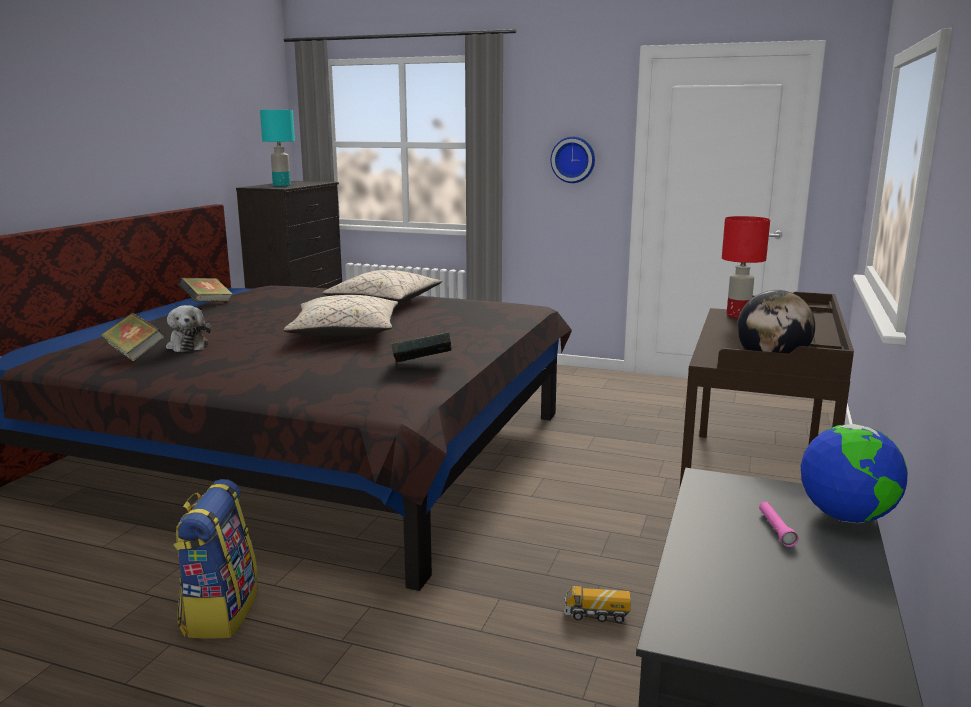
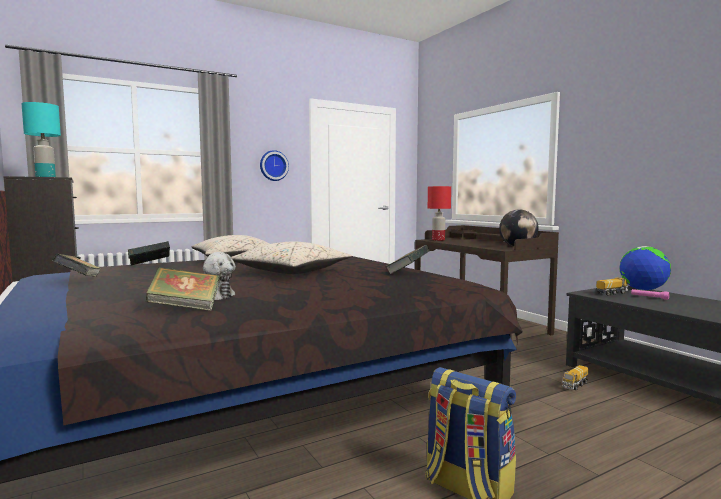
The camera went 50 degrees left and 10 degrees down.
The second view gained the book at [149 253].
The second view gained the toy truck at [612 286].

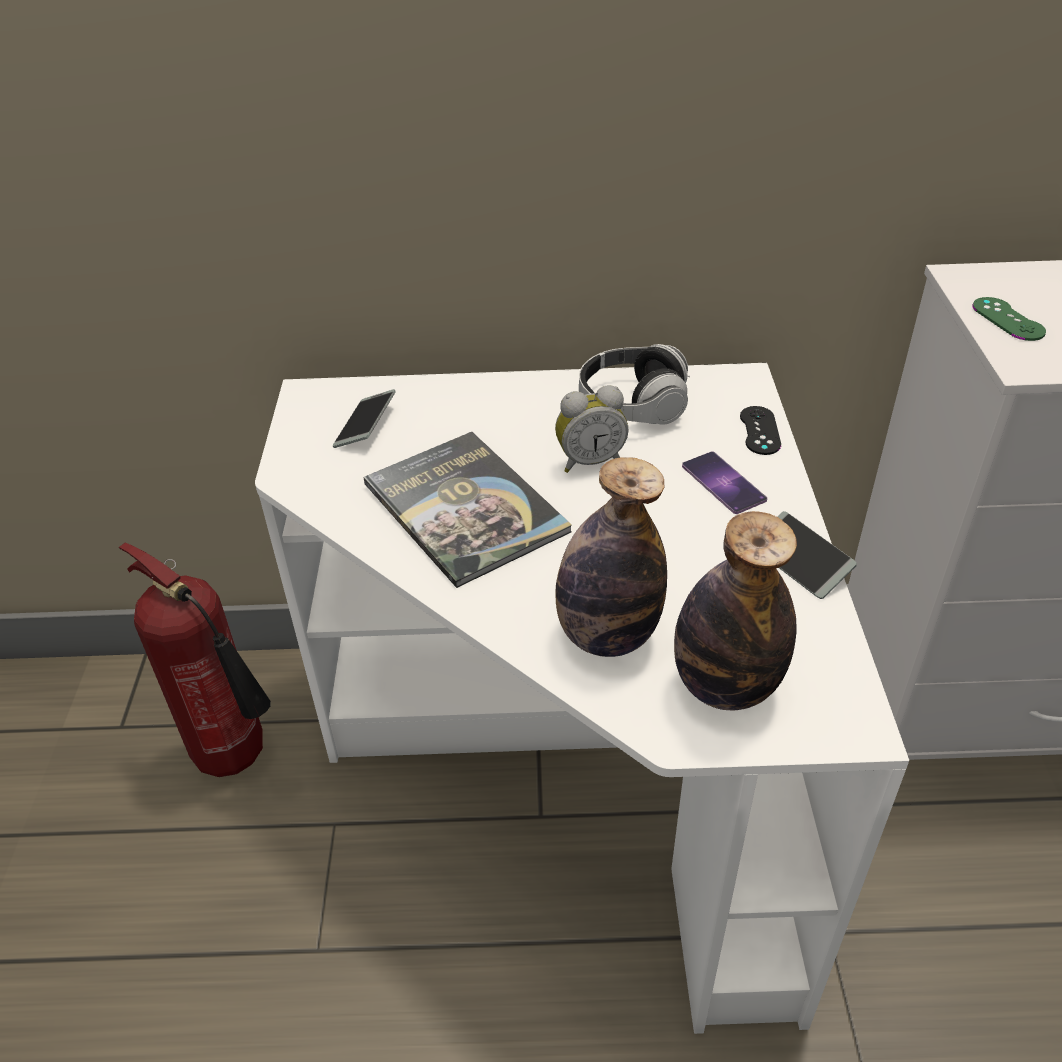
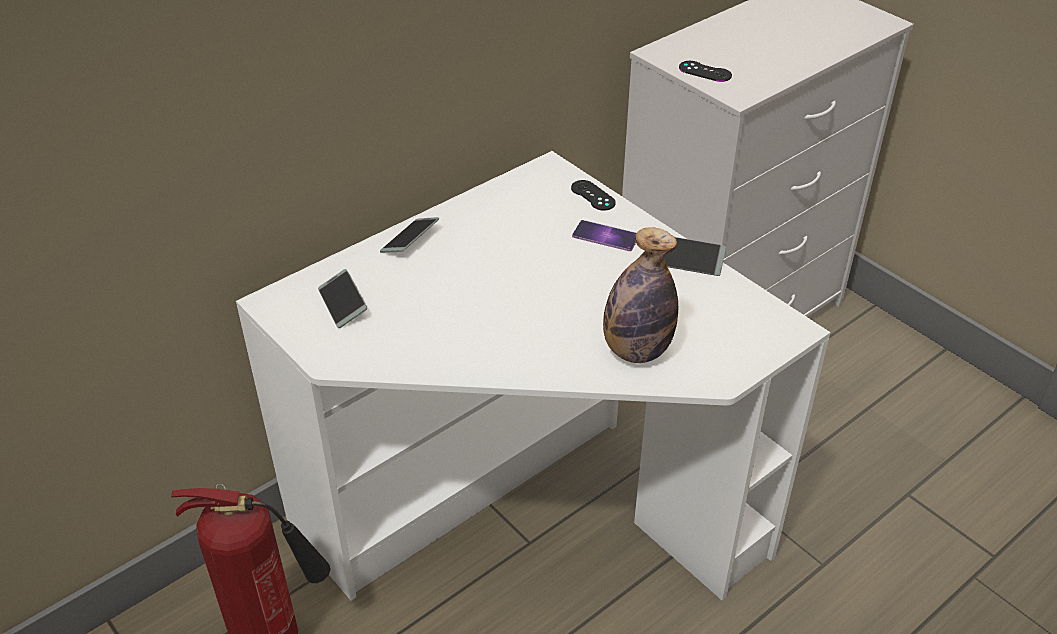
The camera went 40 degrees left and 0 degrees up.
What was the game controller in green at [1009 319] turned into the game controller in black at [705 71].
The second view lost the headphones at [634 384].
The second view lost the alarm clock at [591 429].
The second view lost the book at [467 510].
The second view lost the bottle at [735 610].
The second view gained the phone at [409 235].

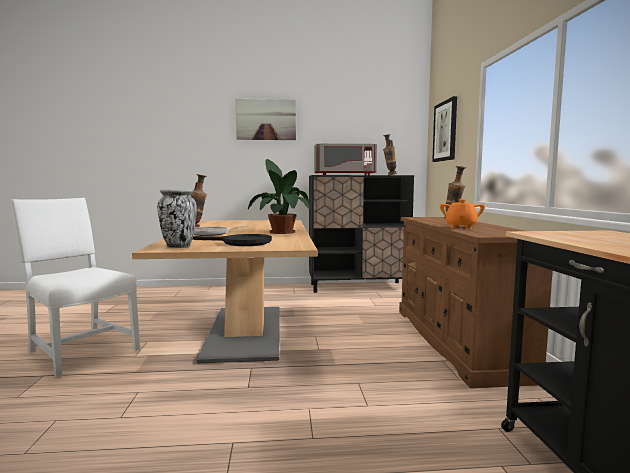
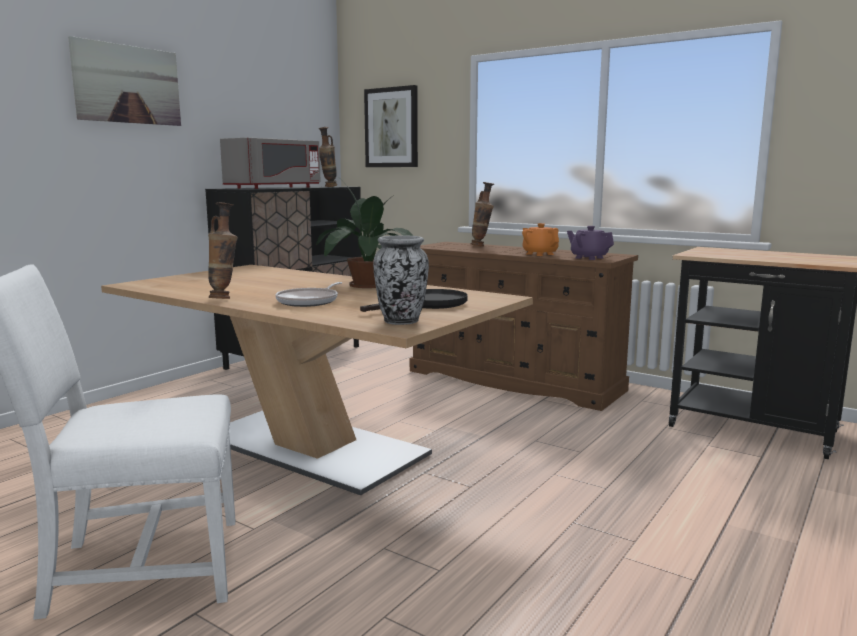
The camera went 50 degrees left and 5 degrees up.
The second view gained the teapot in purple at [590 243].

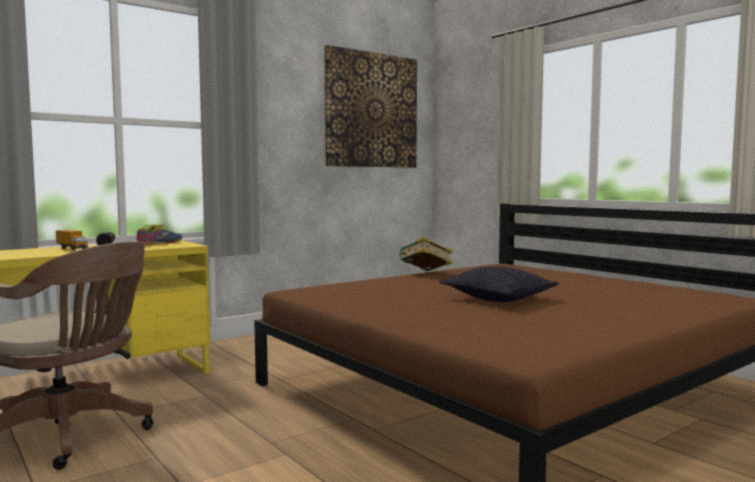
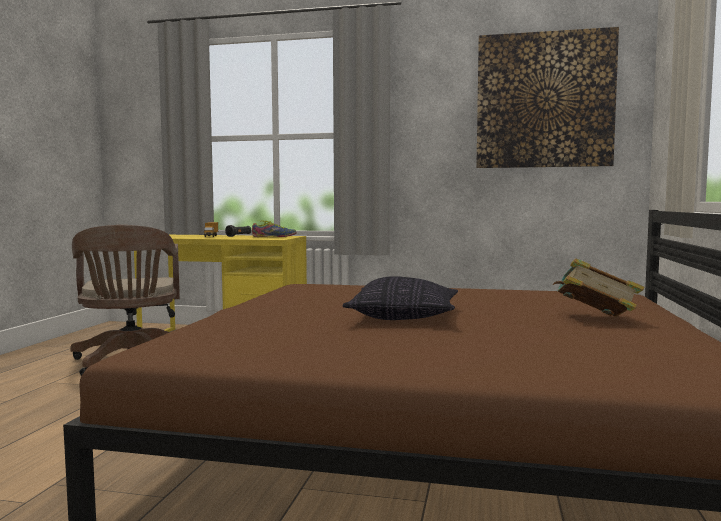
The camera went 50 degrees right and 0 degrees up.
The book ended up elsewhere, having gone from [426 254] to [598 287].

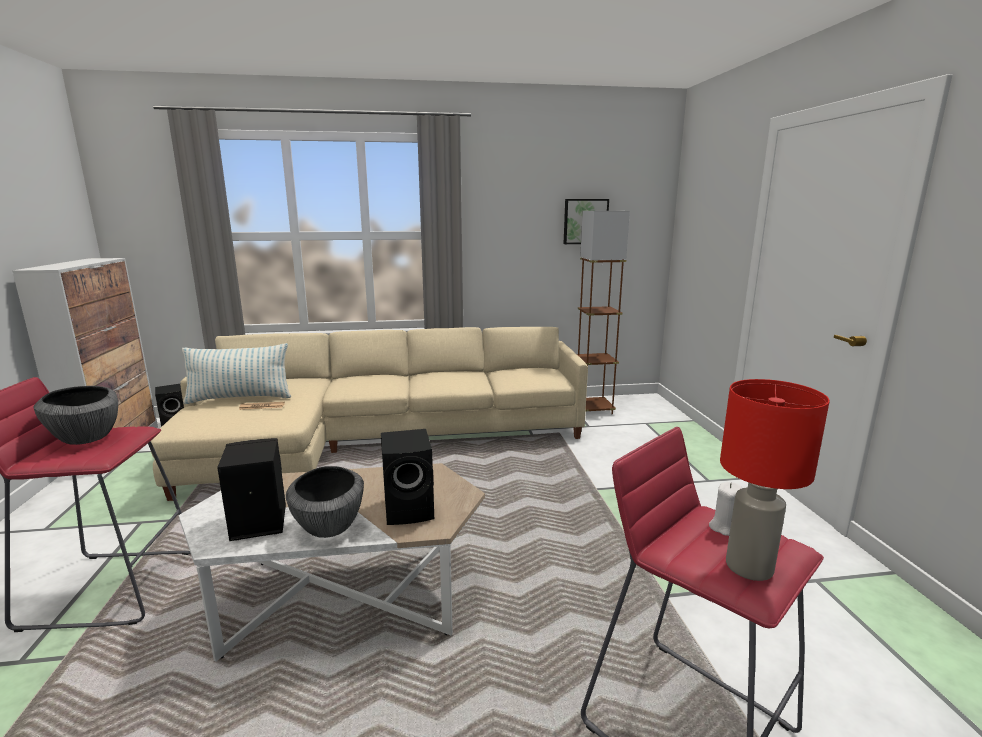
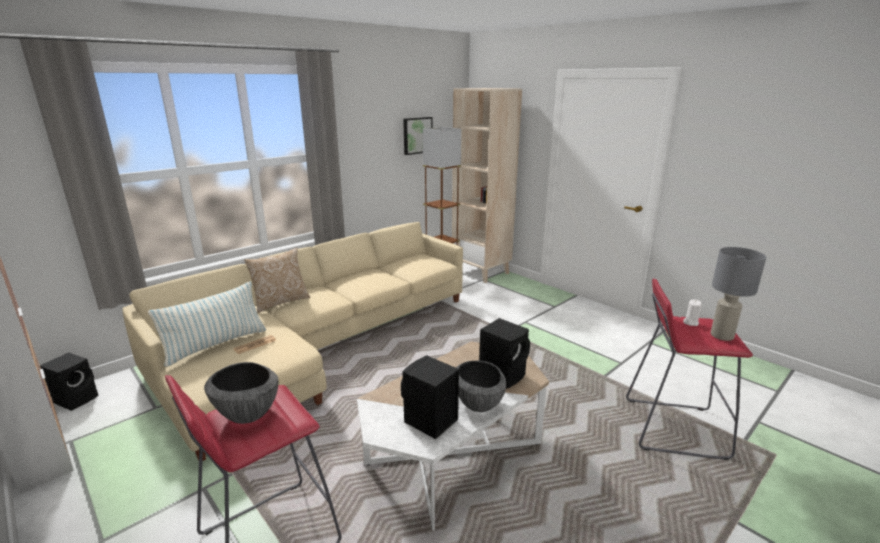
The camera went 35 degrees left and 5 degrees up.
What was the table lamp in red at [775 480] turned into the table lamp in grey at [738 294].
The second view gained the bookcase in beige at [487 185].
The second view gained the pillow at [277 280].

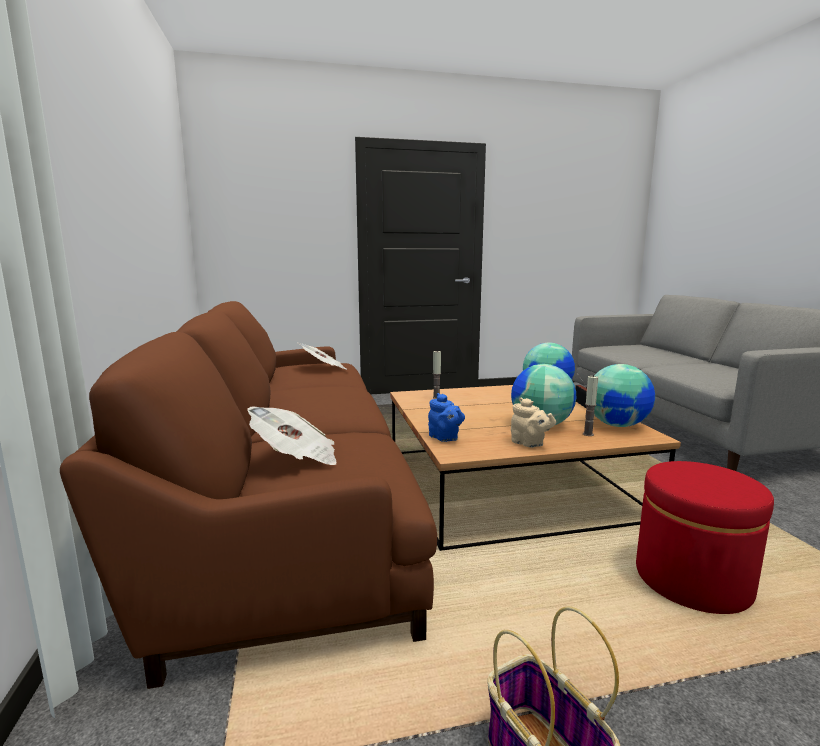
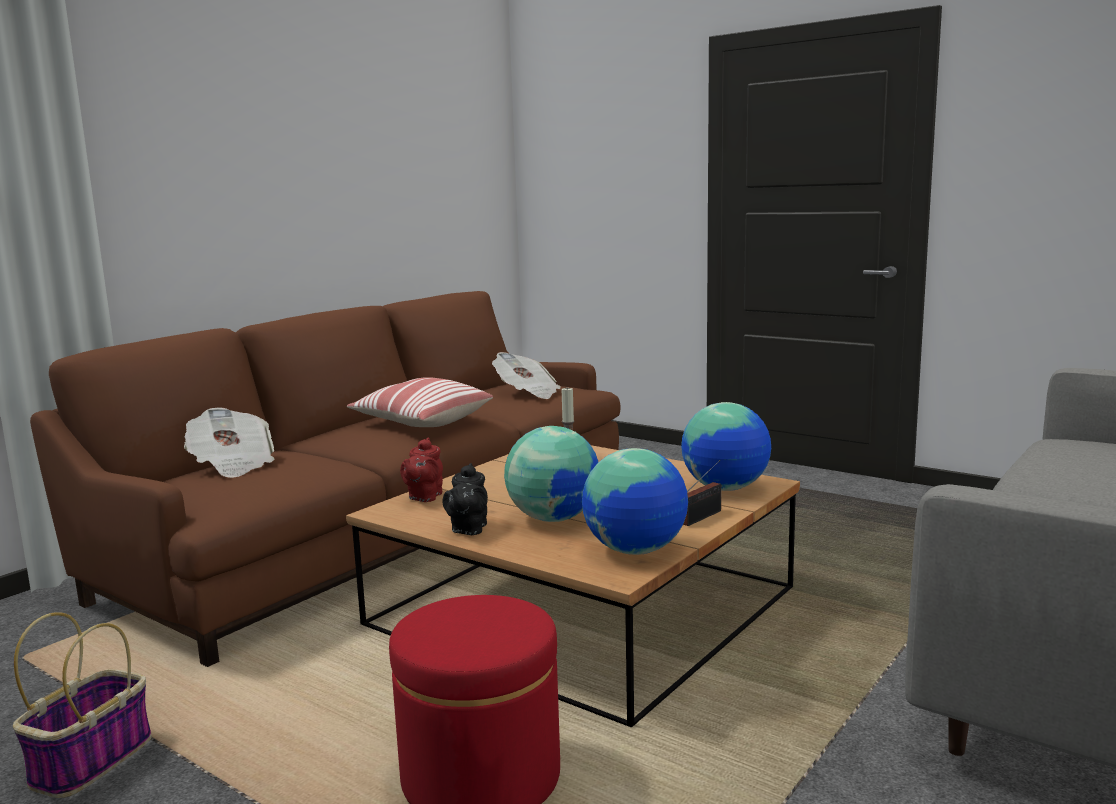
The camera went 50 degrees right and 0 degrees up.
The second view lost the candle at [590 405].
What was the teapot in blue at [446 417] turned into the teapot in red at [421 470].
What was the teapot in beige at [533 423] turned into the teapot in black at [465 499].
The second view gained the pillow at [420 402].

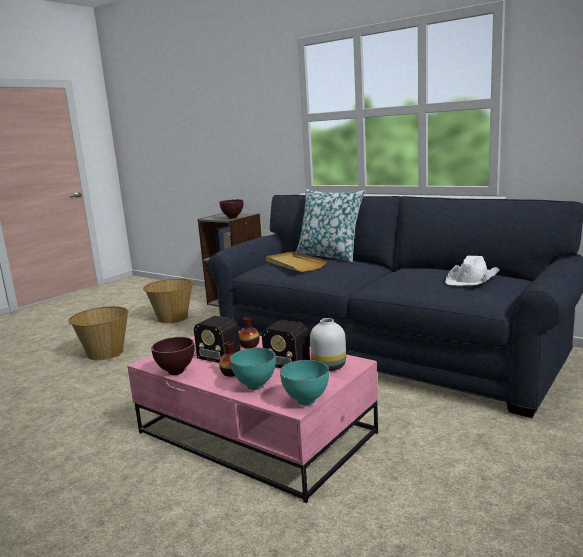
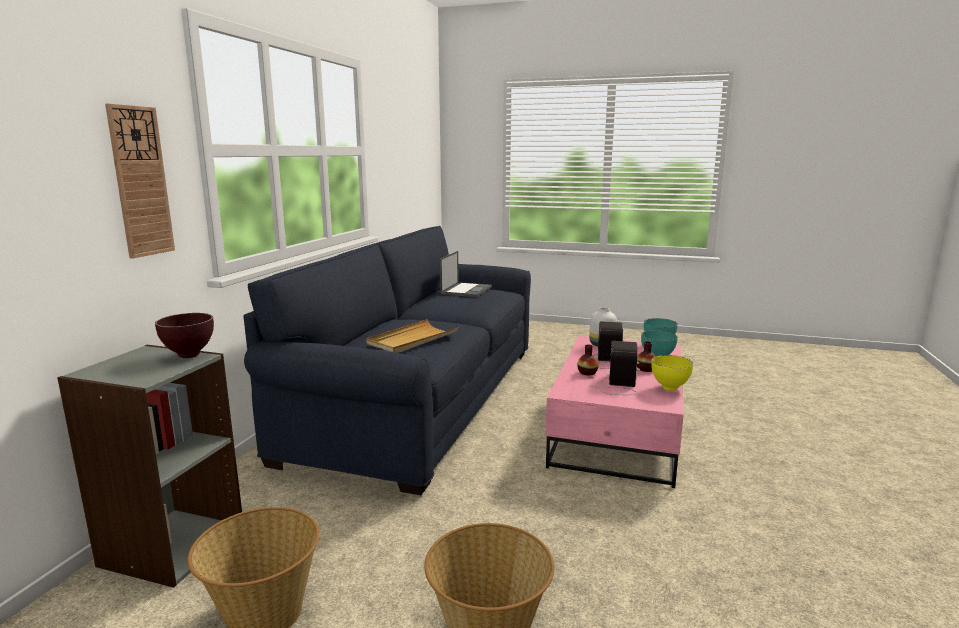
The camera went 110 degrees left and 0 degrees up.
The second view lost the pillow at [330 226].
Where the hat in white stood at [472 271], the laptop came to stand at [466 274].
What was the bowl in brown at [172 356] turned into the bowl in yellow at [672 373].
The second view gained the wall clock at [140 181].

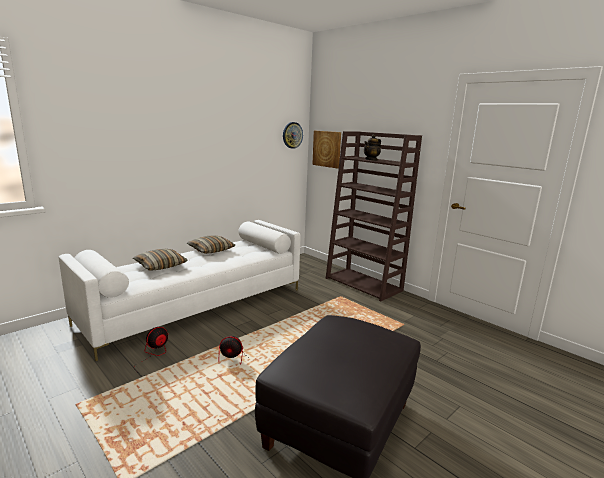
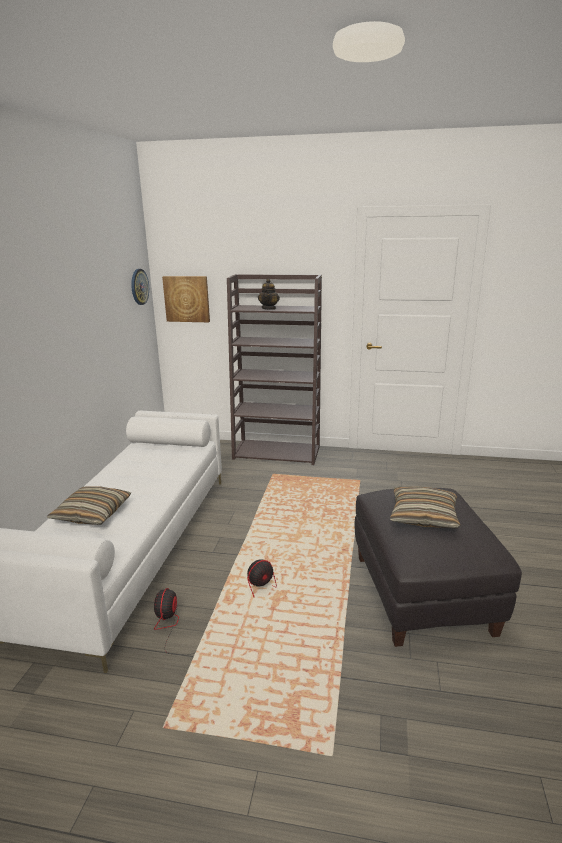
The camera went 35 degrees left and 5 degrees up.
The pillow ended up elsewhere, having gone from [211 244] to [425 507].

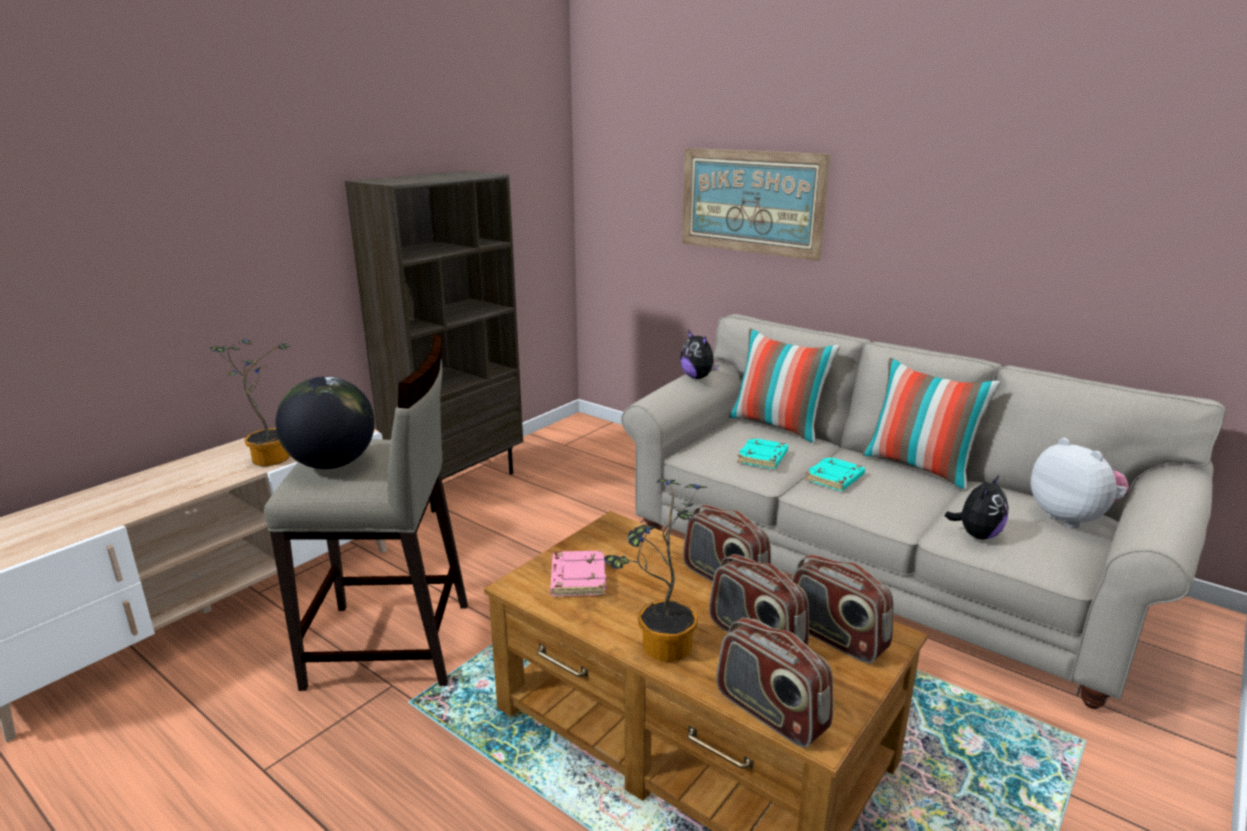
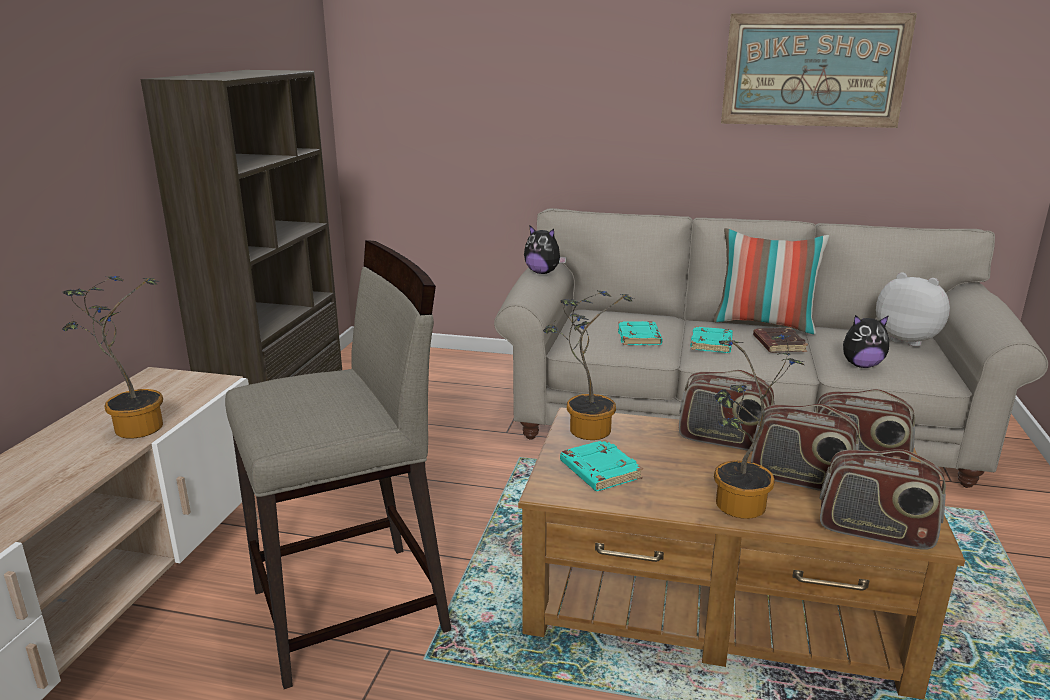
The camera went 25 degrees left and 0 degrees up.
The picture ended up elsewhere, having gone from [756 204] to [819 70].
The second view lost the pillow at [784 385].
The second view lost the globe at [325 422].
The plush toy at [977 506] ended up facing another way, 75 degrees clockwise from before.
What was the book in pink at [578 573] turned into the book in turquoise at [601 465].
The second view gained the potted plant at [588 365].
The second view gained the book in brown at [780 340].

